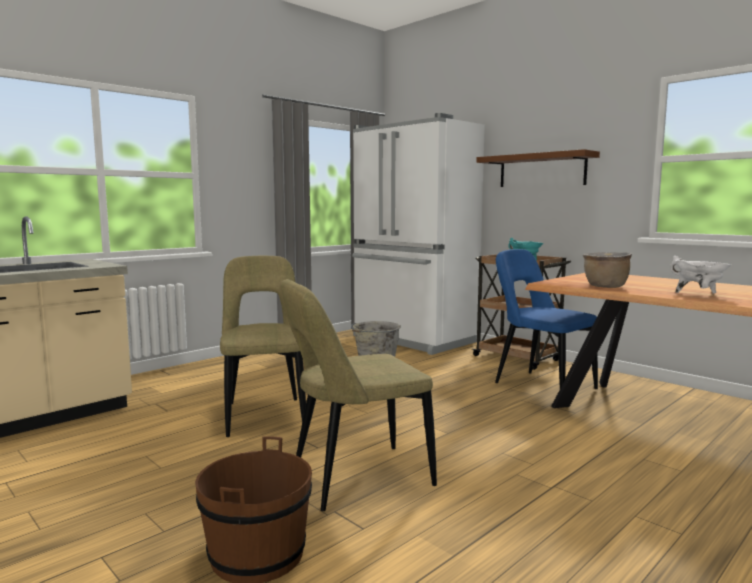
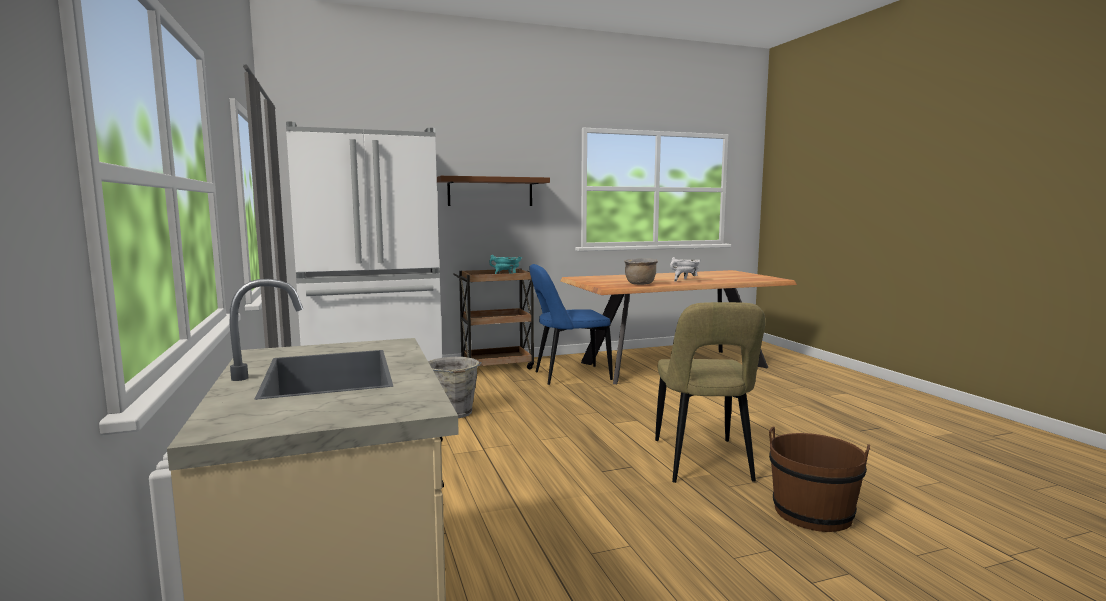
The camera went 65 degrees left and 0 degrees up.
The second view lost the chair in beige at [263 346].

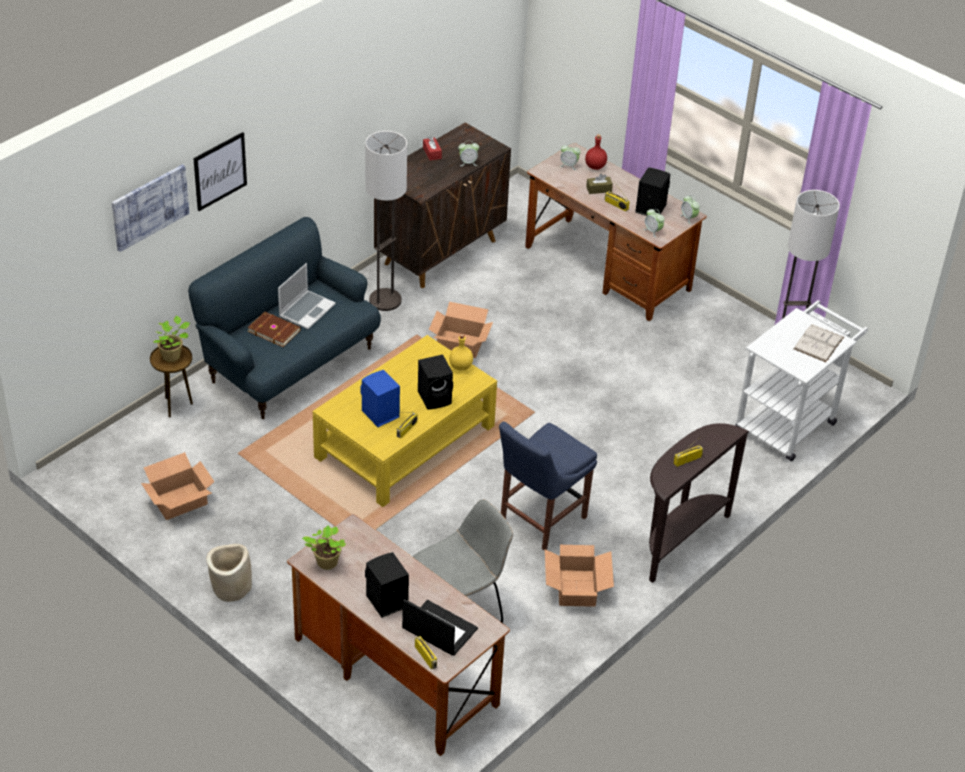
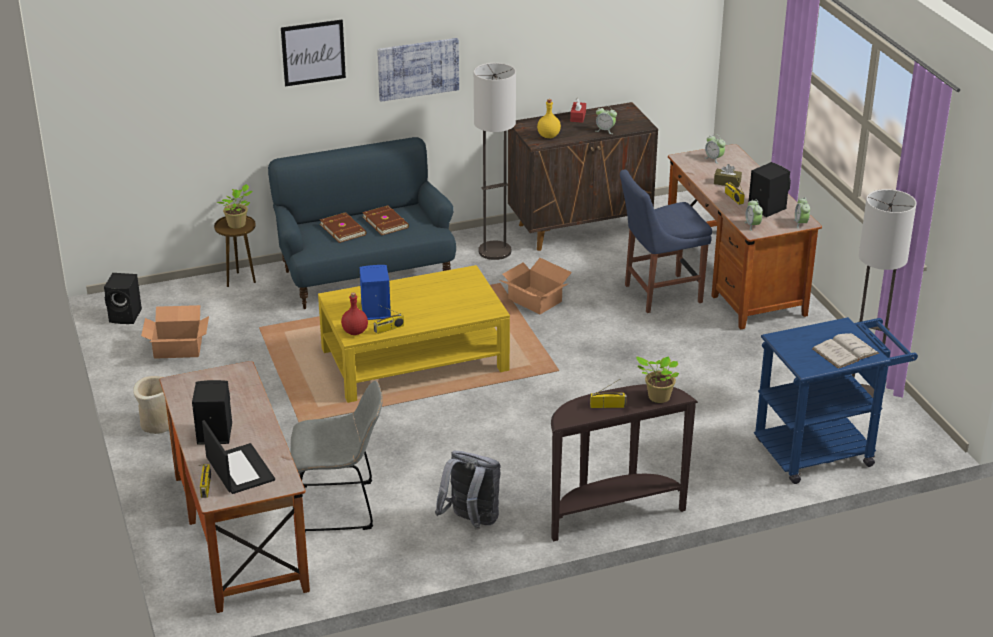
The camera went 30 degrees right and 10 degrees down.
The bottle in red ended up elsewhere, having gone from [596 152] to [354 313].
The picture ended up elsewhere, having gone from [150 208] to [418 70].
Where the laptop stood at [307 296], the book in brown came to stand at [385 220].
What was the cart in white at [801 380] turned into the cart in blue at [836 400].
The bottle in yellow ended up elsewhere, having gone from [461 352] to [549 118].
The speaker in black ended up elsewhere, having gone from [435 382] to [123 298].
The chair in blue ended up elsewhere, having gone from [548 486] to [666 241].
The potted plant ended up elsewhere, having gone from [324 548] to [657 380].
Where the cardboard box stood at [579 576], the backpack in grey came to stand at [468 490].

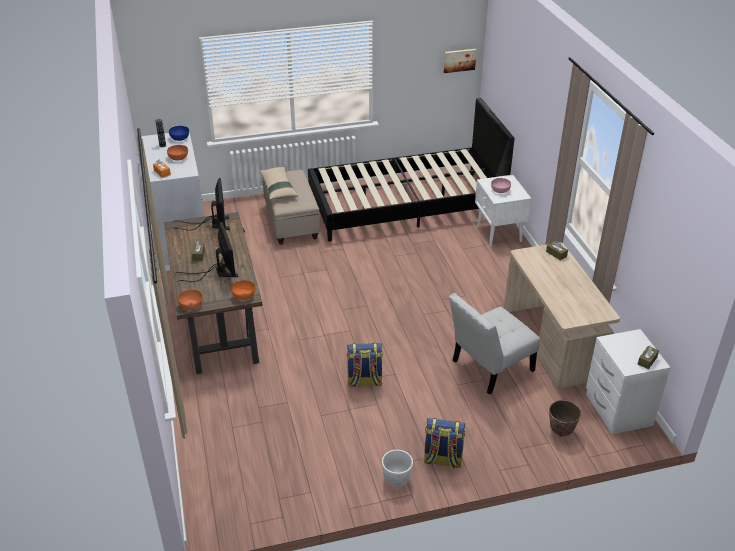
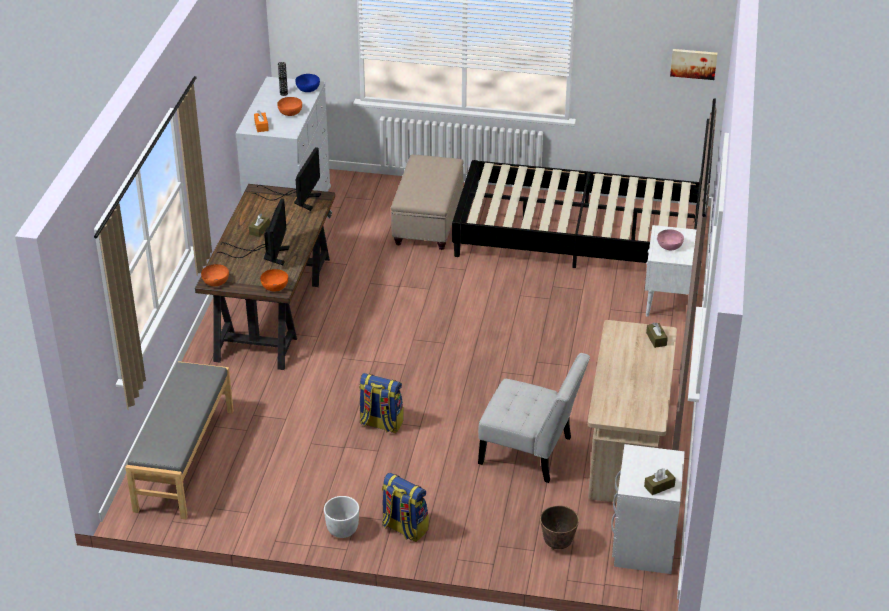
The camera went 25 degrees right and 0 degrees up.
The second view lost the pillow in beige at [278 183].
The chair in white at [494 344] ended up facing another way, 150 degrees counterclockwise from before.
The second view gained the bench in grey at [179 440].

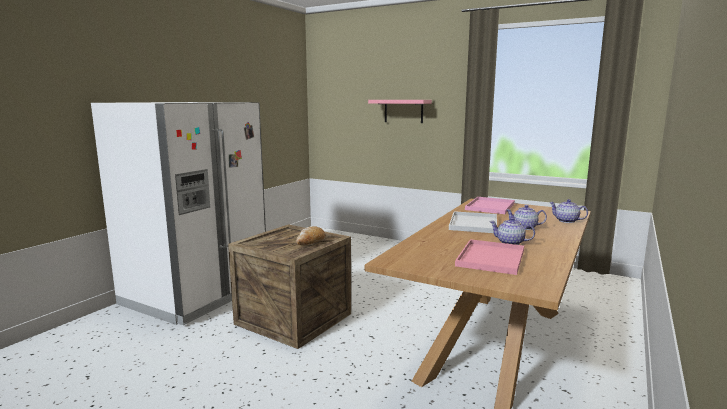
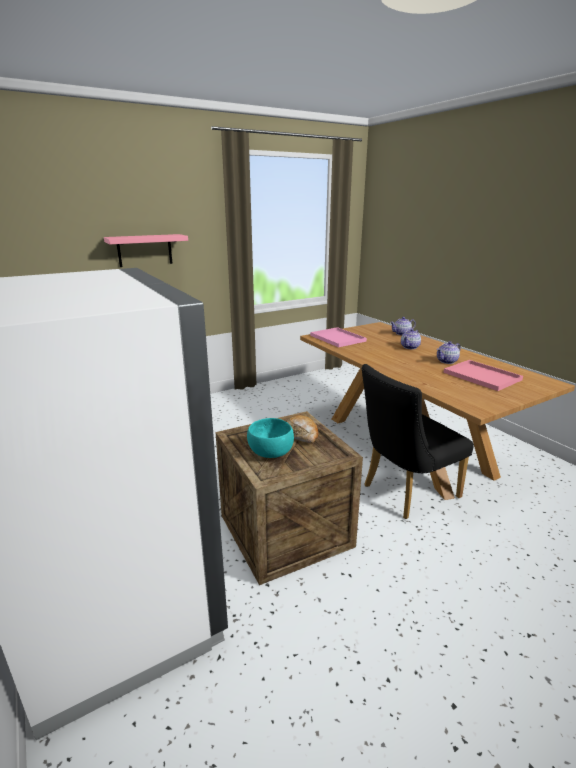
The camera went 60 degrees left and 10 degrees up.
The second view lost the tray in white at [473 222].
The second view gained the chair in black at [417 441].
The second view gained the bowl in turquoise at [270 438].

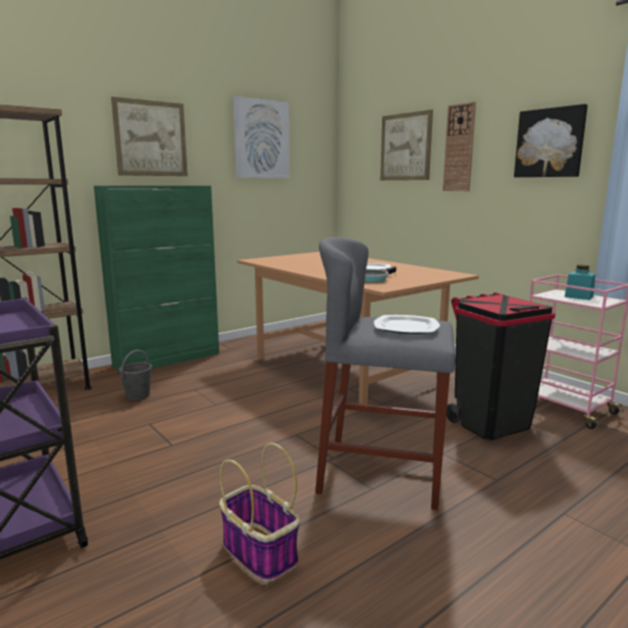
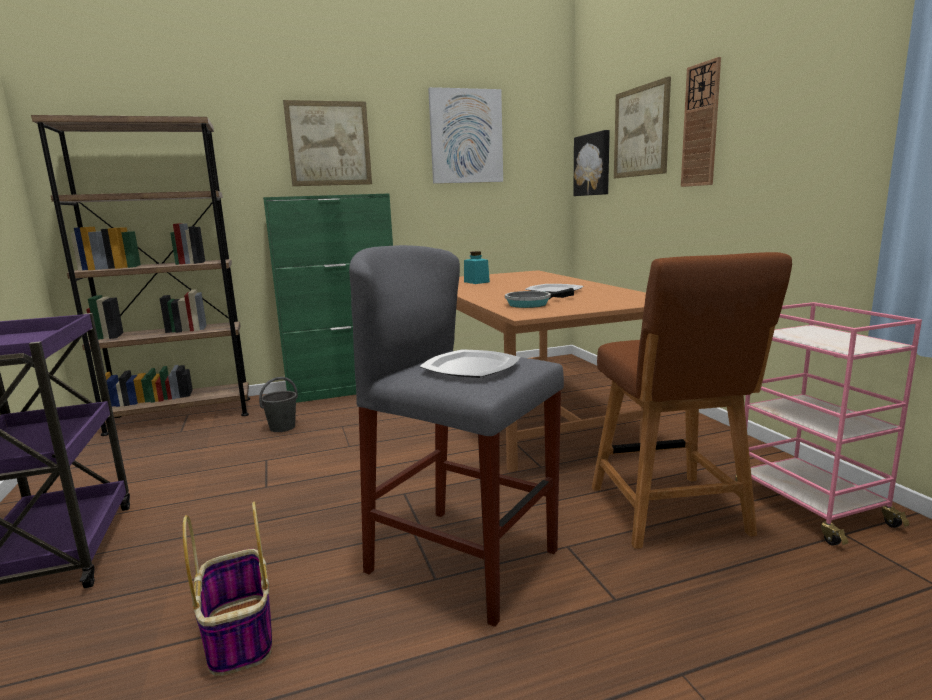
The camera went 20 degrees right and 0 degrees up.
The picture ended up elsewhere, having gone from [551 140] to [591 163].
The jar in turquoise ended up elsewhere, having gone from [580 282] to [477 267].
Where the trash can in black stood at [500 366], the chair in brown came to stand at [692 400].

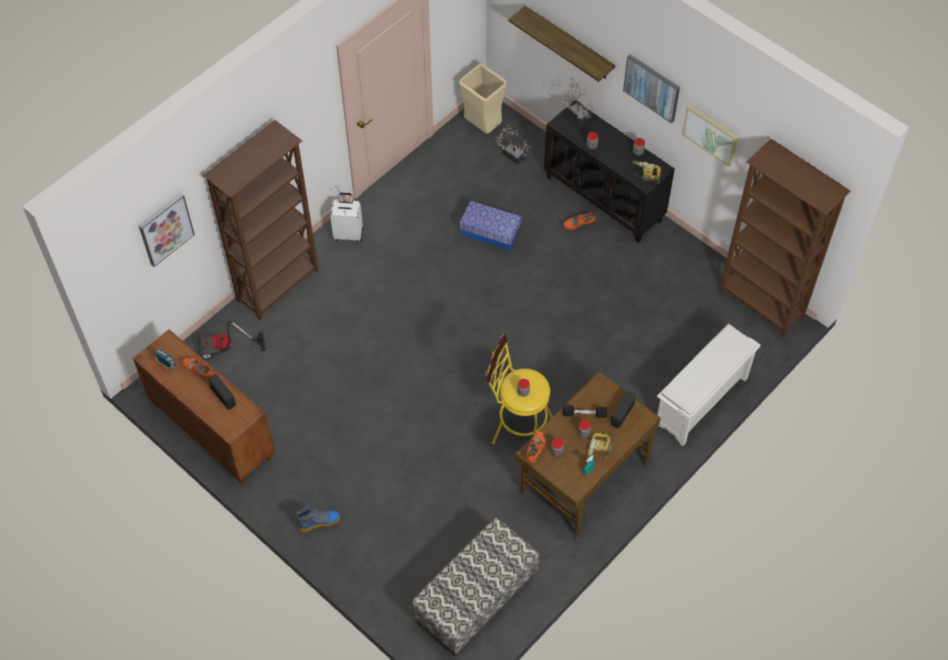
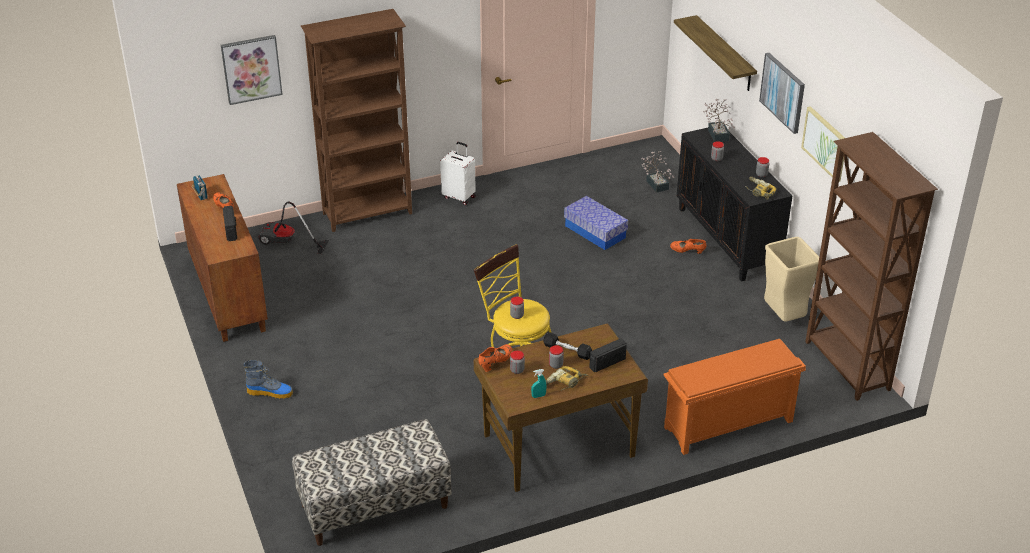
The camera went 25 degrees right and 20 degrees down.
The trash can in beige ended up elsewhere, having gone from [483 99] to [791 279].
What was the shoe rack in white at [708 384] turned into the shoe rack in orange at [735 397].

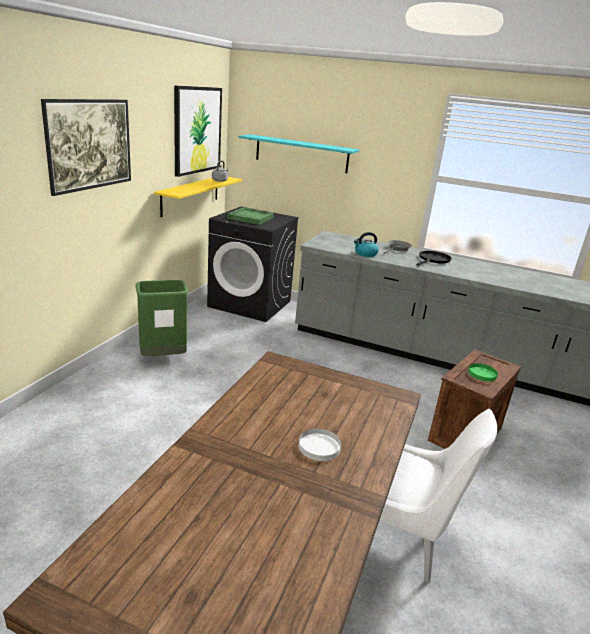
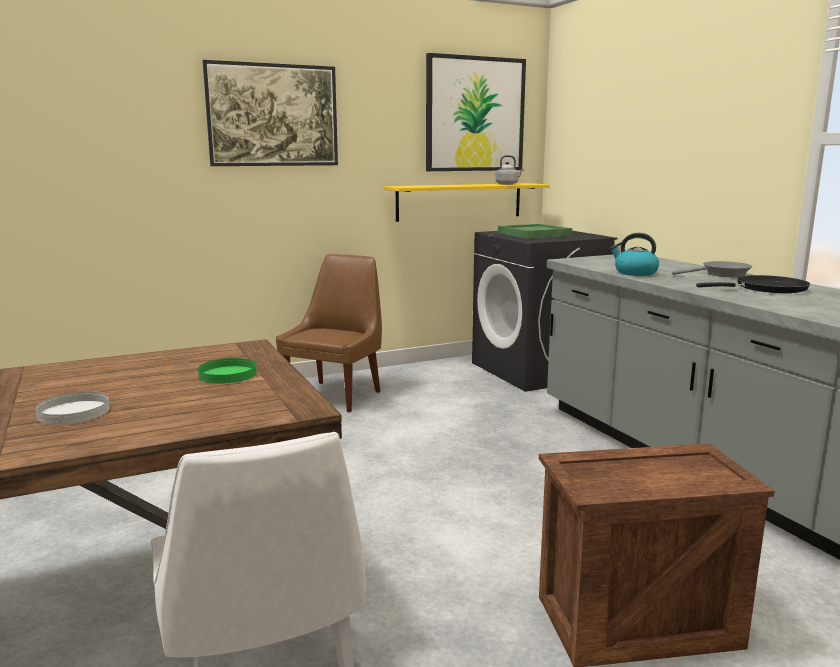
The camera went 45 degrees right and 10 degrees down.
The second view lost the shelf in turquoise at [299 153].
Where the trash can in green stood at [162 318], the chair in brown came to stand at [329 333].
The plate in green ended up elsewhere, having gone from [483 372] to [227 371].

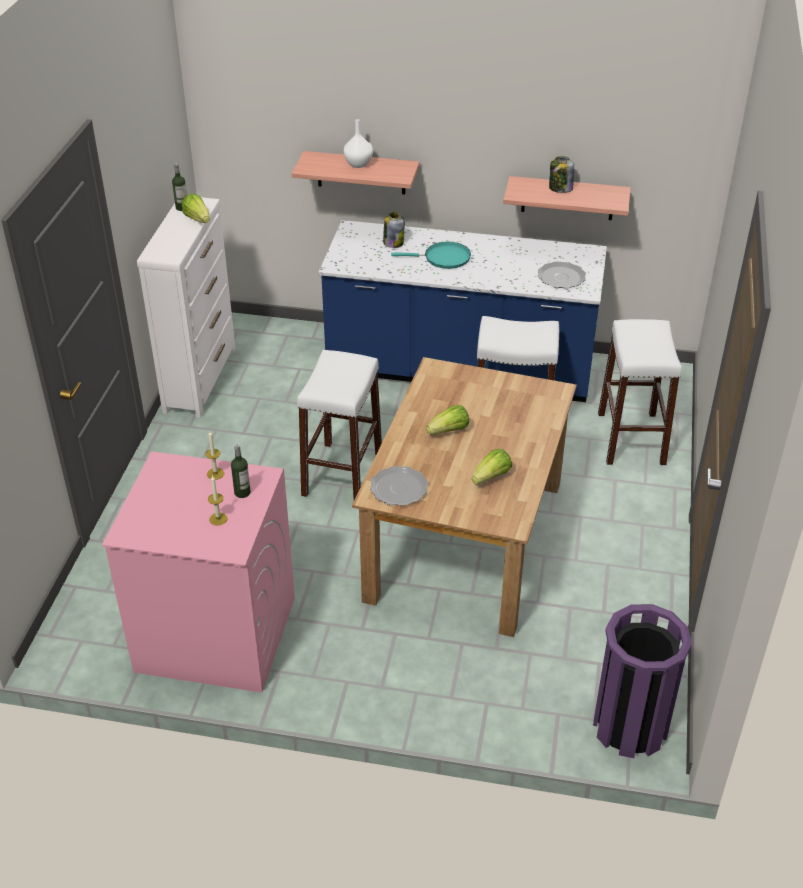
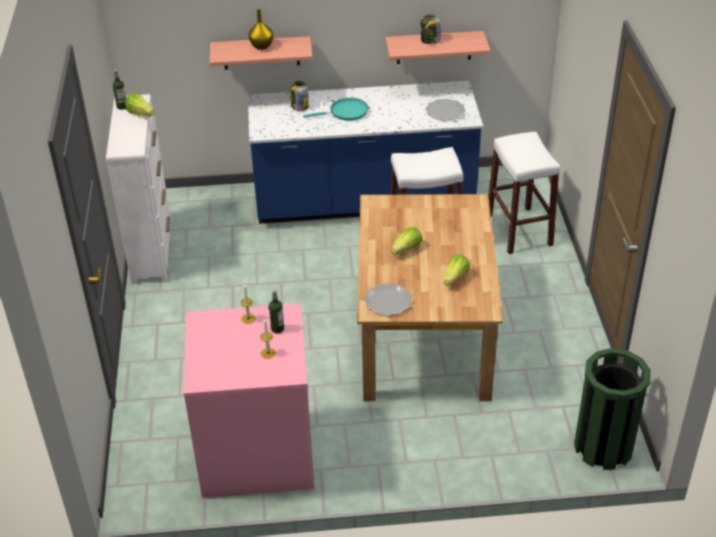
The camera went 15 degrees left and 0 degrees up.
What was the vase in white at [358 143] turned into the vase in yellow at [261 29].
The second view lost the stool in white at [339 425].
What was the trash can in purple at [642 681] turned into the trash can in green at [612 409].

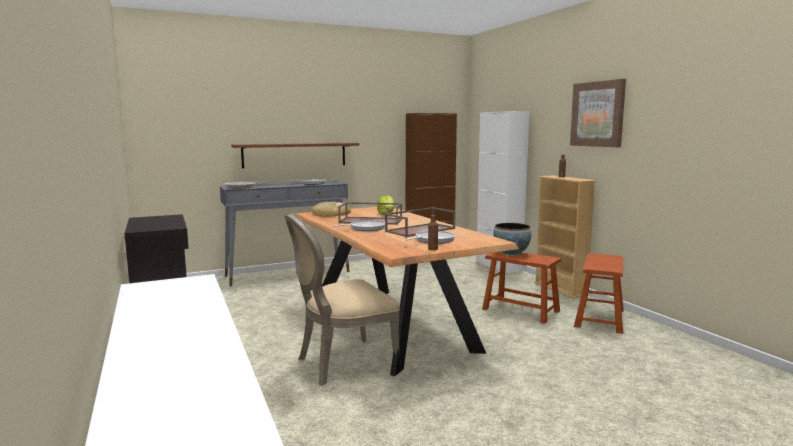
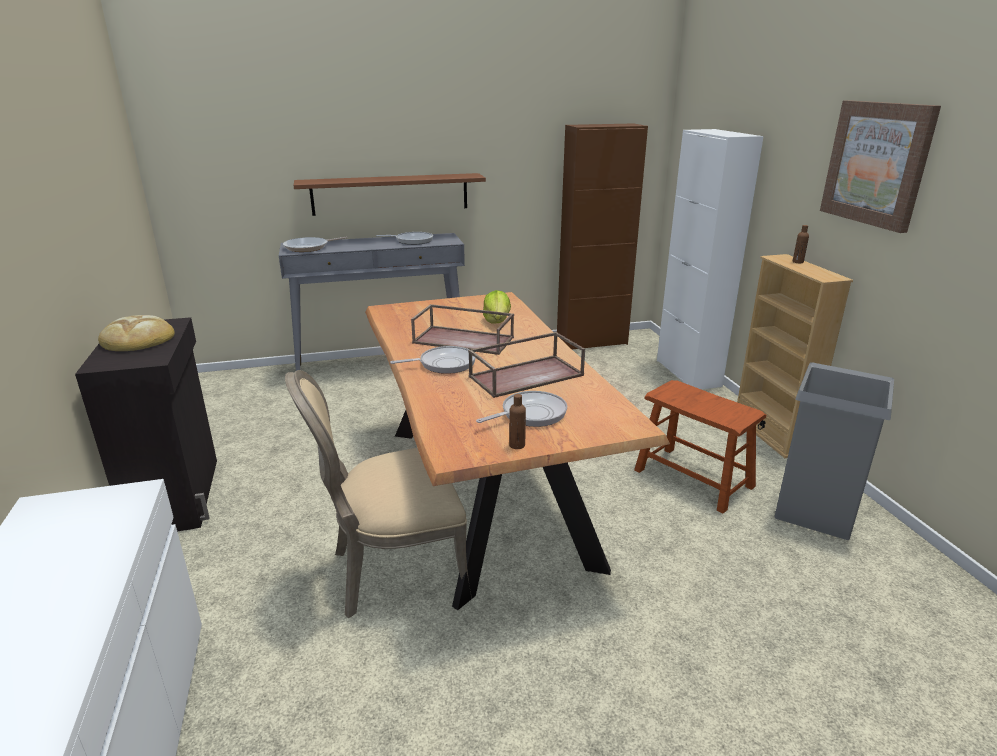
The camera went 10 degrees right and 15 degrees up.
The bread ended up elsewhere, having gone from [332 209] to [136 333].
The second view lost the bowl at [512 239].
Where the stool in brown stood at [599 293], the trash can in grey came to stand at [834 451].

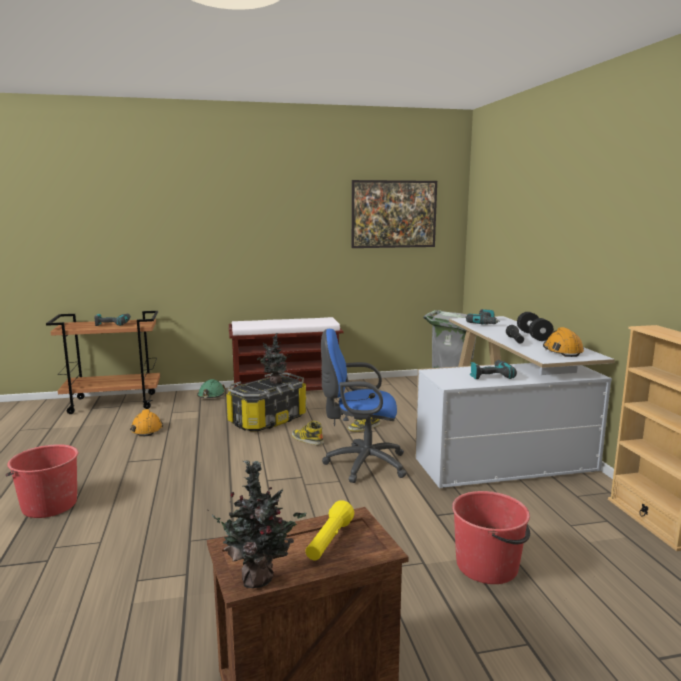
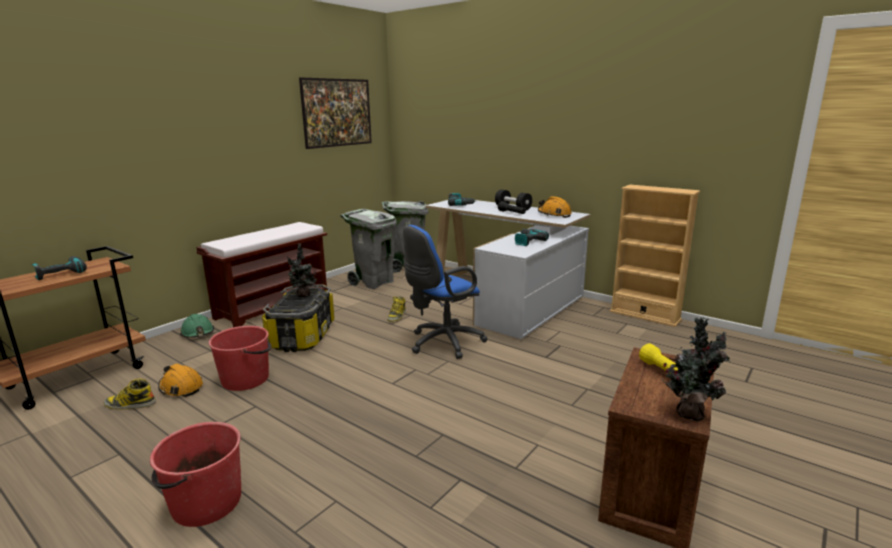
The camera went 40 degrees left and 5 degrees up.
The boot ended up elsewhere, having gone from [308 433] to [130 394].
The bucket in red ended up elsewhere, having gone from [491 537] to [239 358].
The second view gained the trash can in grey at [368 249].

